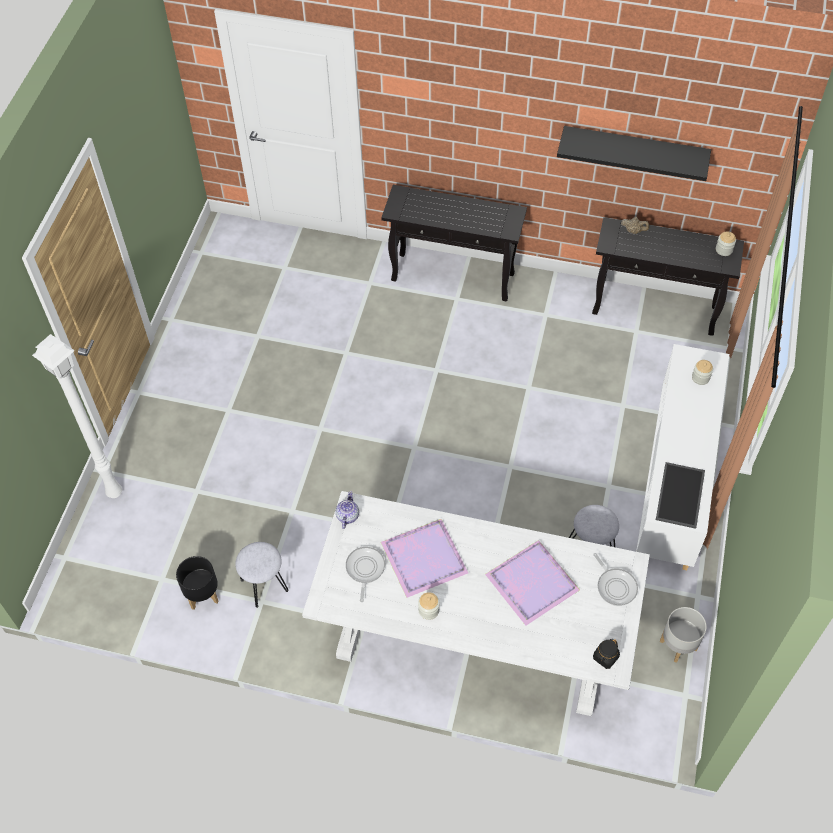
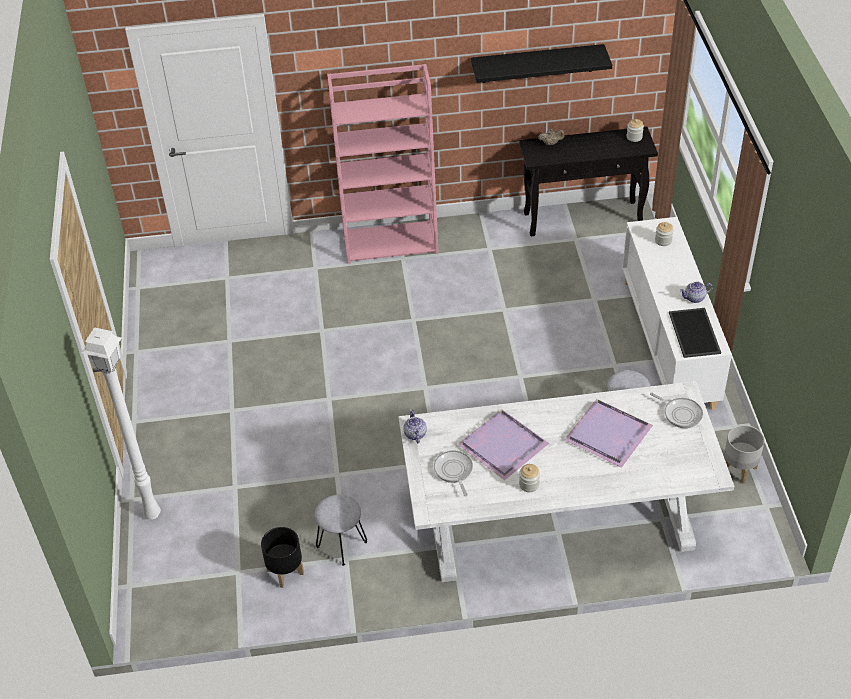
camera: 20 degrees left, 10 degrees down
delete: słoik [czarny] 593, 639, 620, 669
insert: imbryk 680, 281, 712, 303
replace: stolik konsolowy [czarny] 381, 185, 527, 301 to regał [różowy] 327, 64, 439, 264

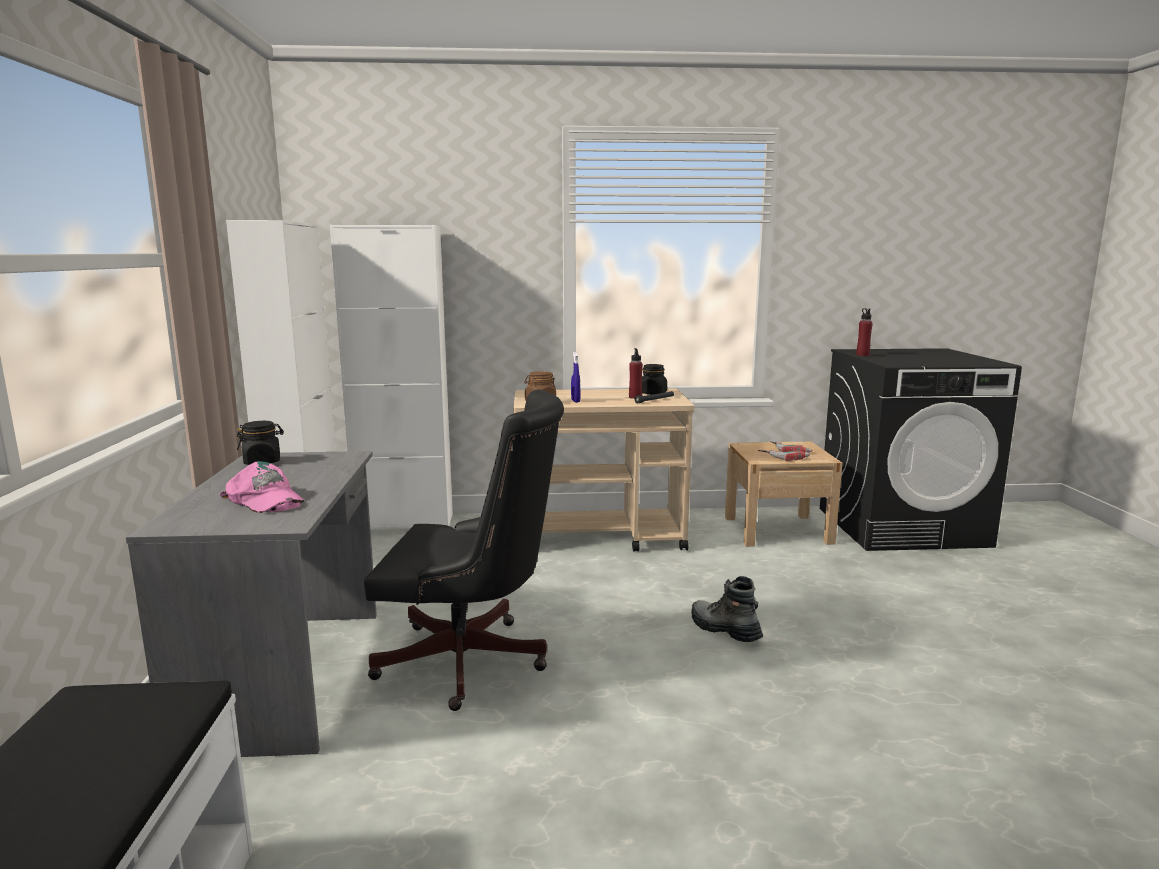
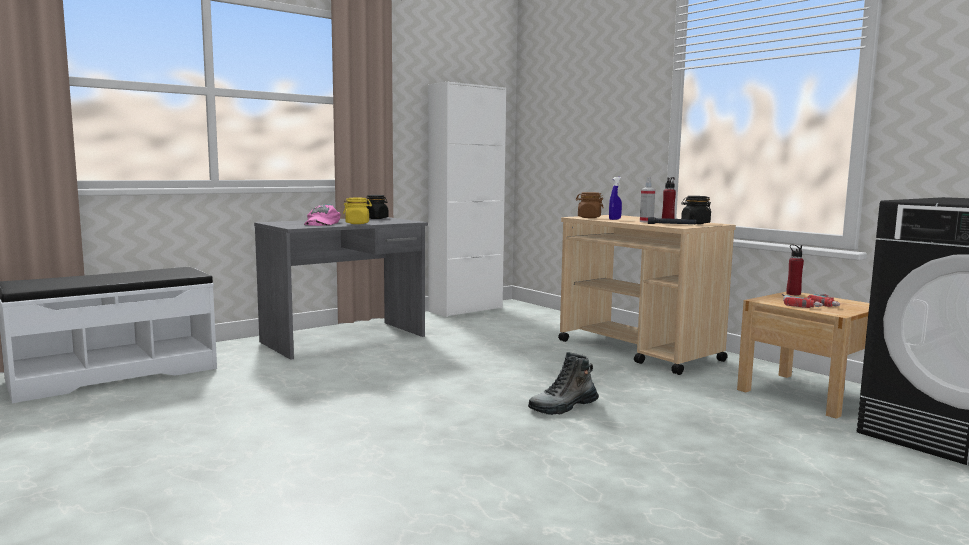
camera: 55 degrees right, 5 degrees down
delete: szafka [biały] 330, 225, 453, 529; krzesło biurowe [czarny] 364, 389, 564, 711
insert: słoik [żółty] 343, 198, 372, 224; spryskiwacz 640, 177, 655, 223
move: butelka [czerwony] 856, 308, 873, 356 to 786, 244, 804, 295
rotate: but z cholewką 691, 576, 763, 642 = 528, 352, 599, 415 135 degrees counterclockwise

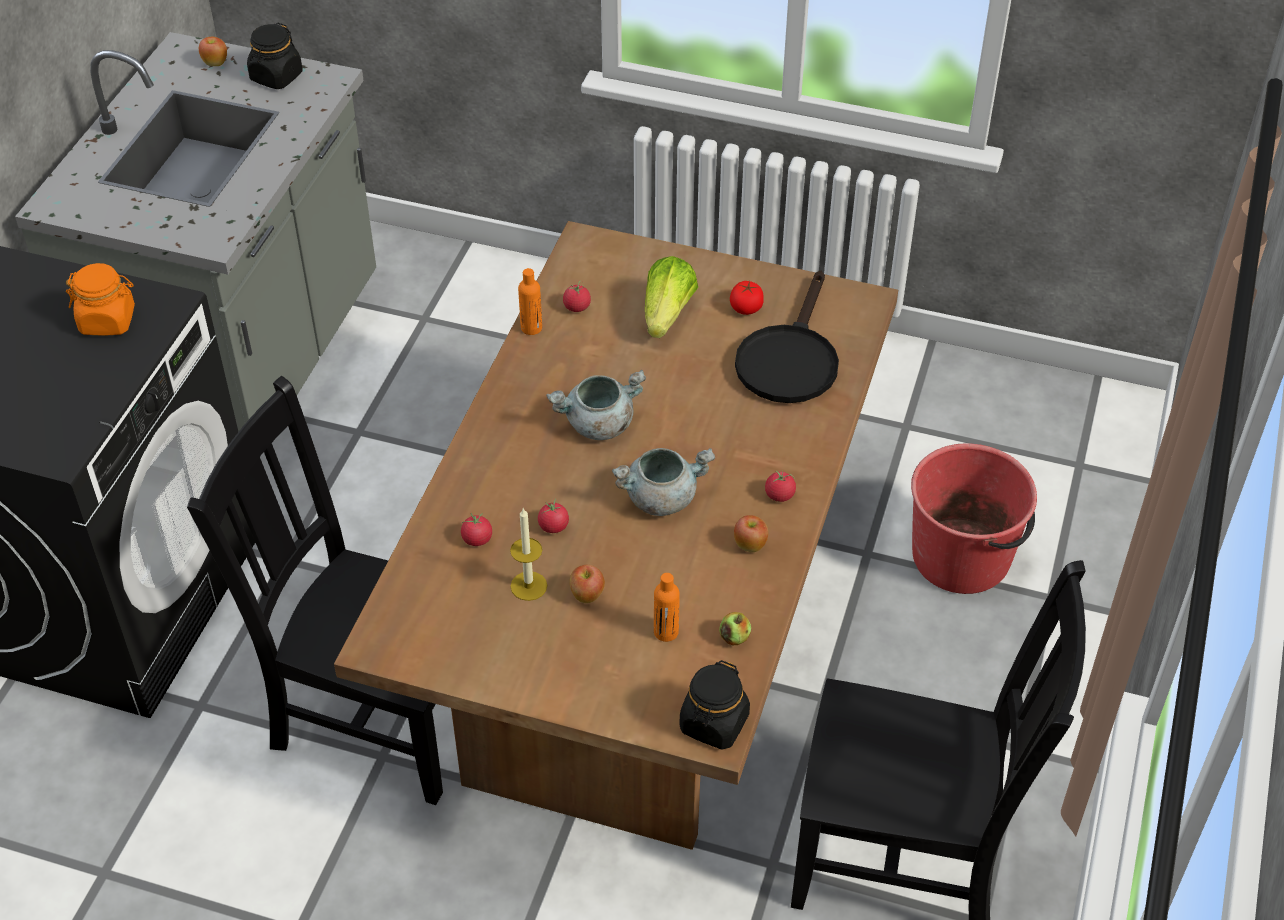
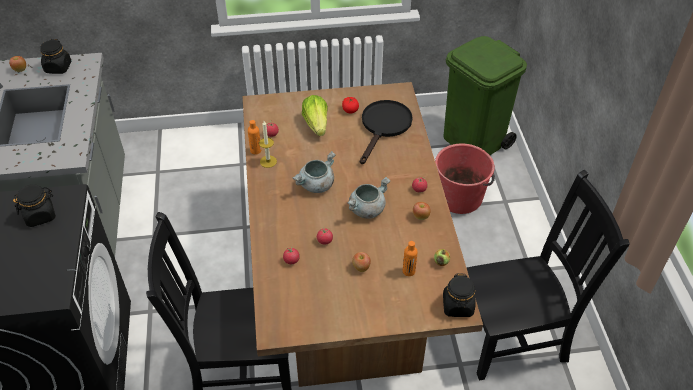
camera: 25 degrees left, 0 degrees up
insert: kosz na śmieci [zielony] 443, 36, 527, 155
move: świeca 510, 508, 547, 601 to 259, 121, 277, 168
recolor: słoik [pomarańczowy] 66, 263, 135, 336 to słoik [czarny] 13, 184, 56, 227
rotate: patelnia [czarny] 735, 271, 839, 403 = 360, 100, 413, 164 150 degrees counterclockwise

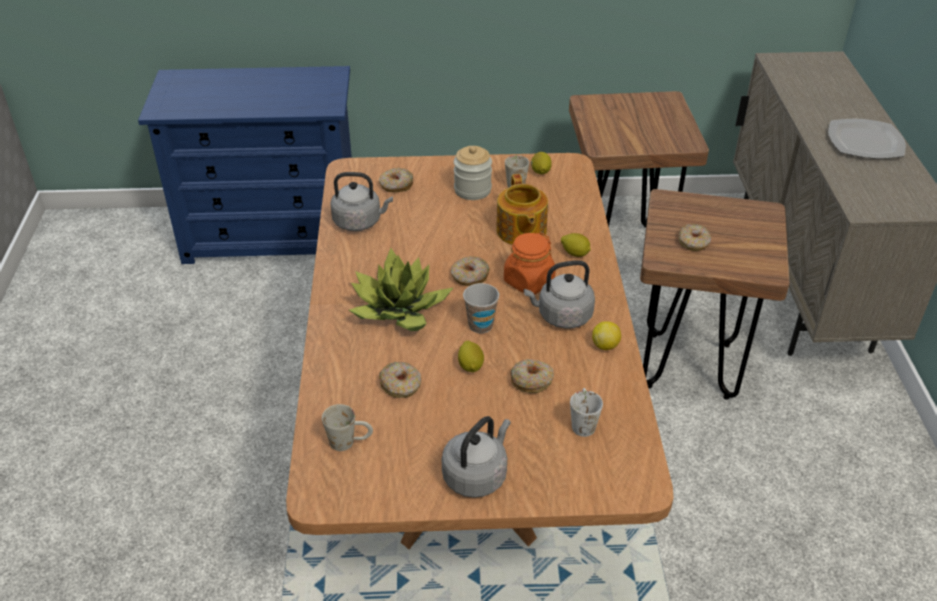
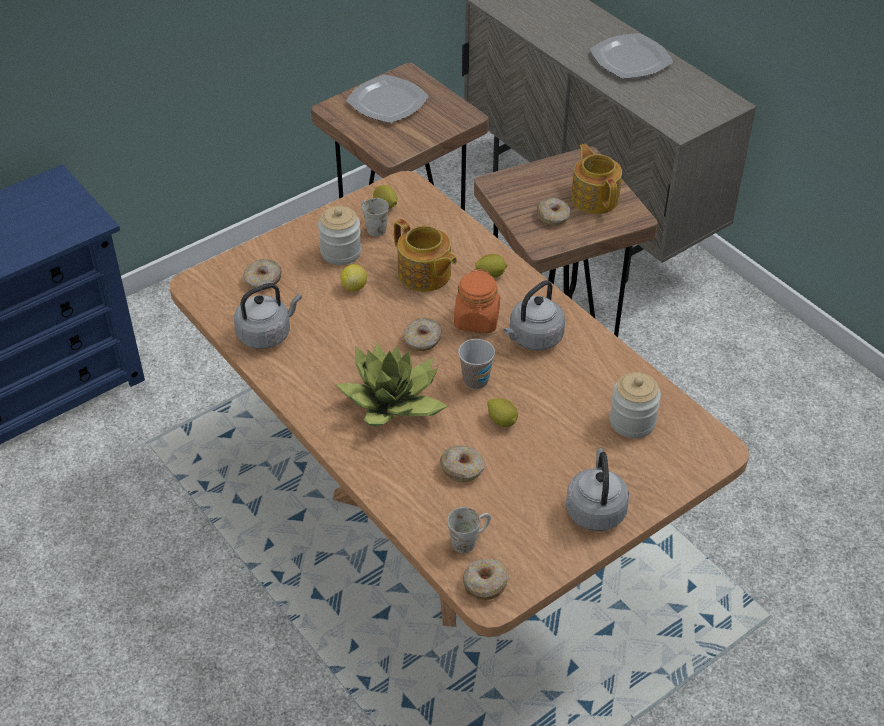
camera: 35 degrees left, 5 degrees up
insert: talerz 346, 75, 429, 123; imbryk 571, 144, 622, 214
move: cytryna 592, 321, 621, 350 to 340, 264, 367, 292; donut 510, 359, 554, 393 to 463, 559, 509, 600
replace: kubek [biały] 570, 388, 603, 437 to słoik 610, 372, 661, 438

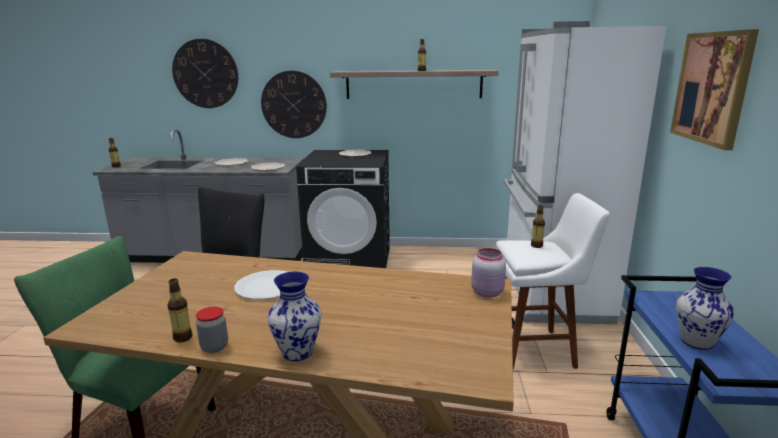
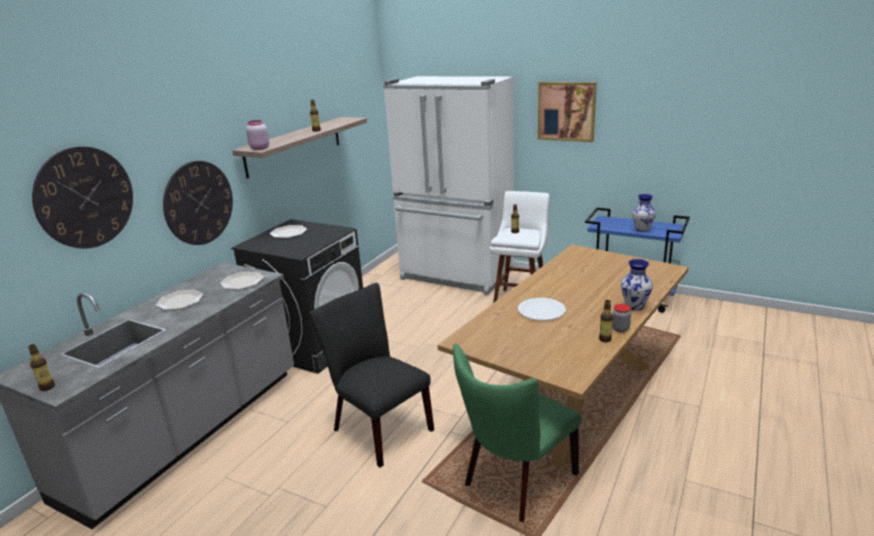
camera: 65 degrees left, 5 degrees up
move: słoik [różowy] 471, 248, 506, 298 to 246, 120, 269, 150

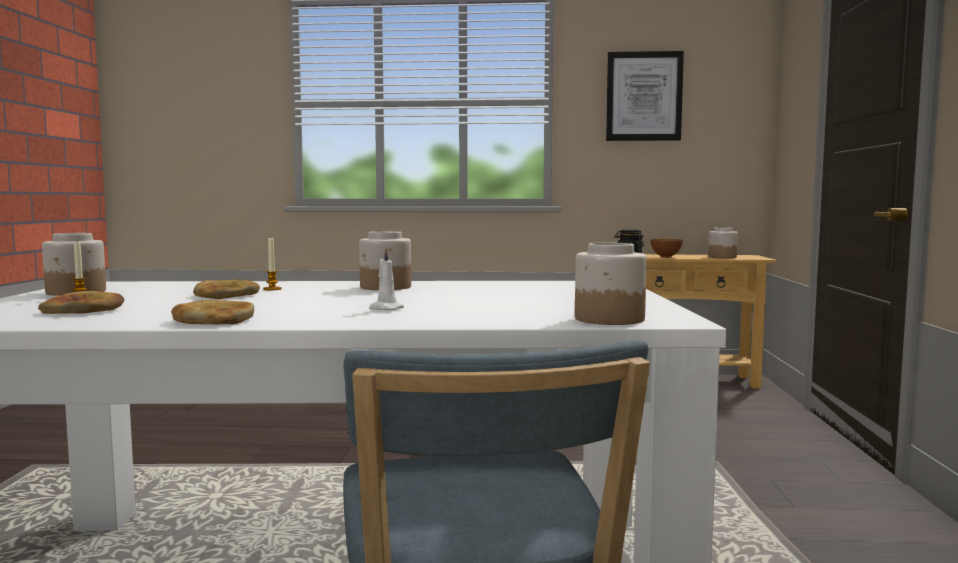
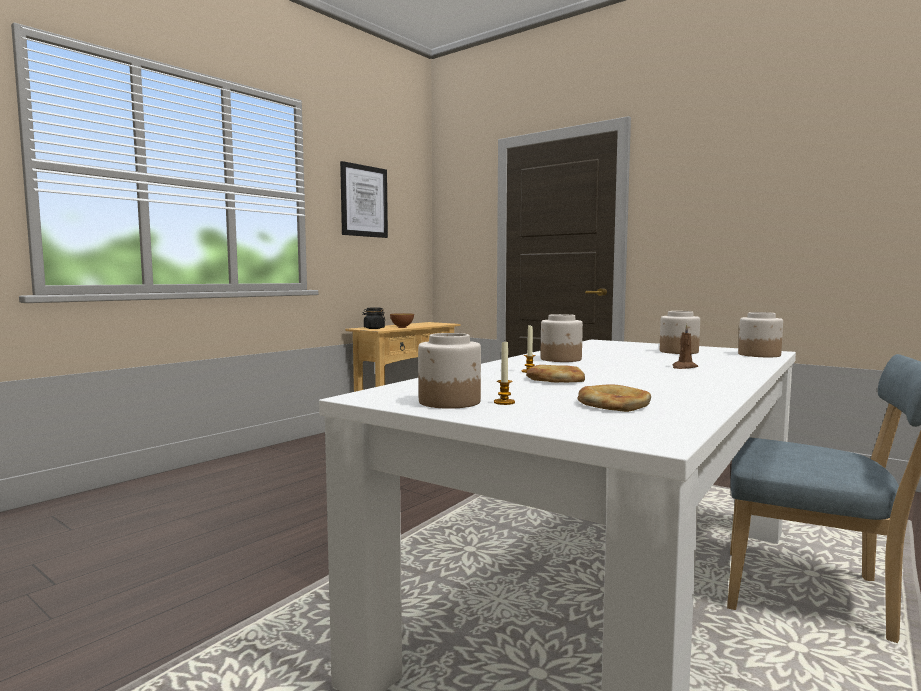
camera: 55 degrees left, 0 degrees up
delete: chleb 171, 300, 254, 324
move: słoik 708, 227, 738, 259 to 660, 311, 700, 354
recolor: świeca [biały] 369, 248, 404, 310 to świeca [brązowy] 673, 324, 698, 369

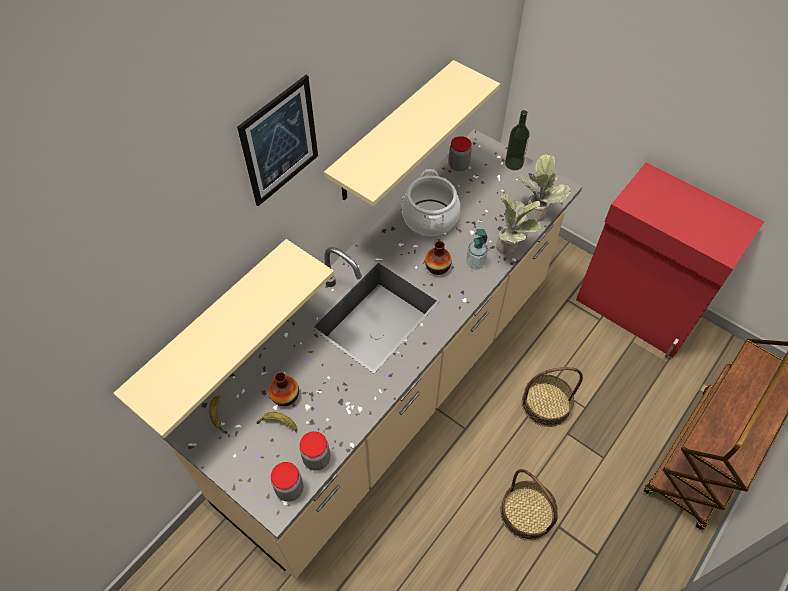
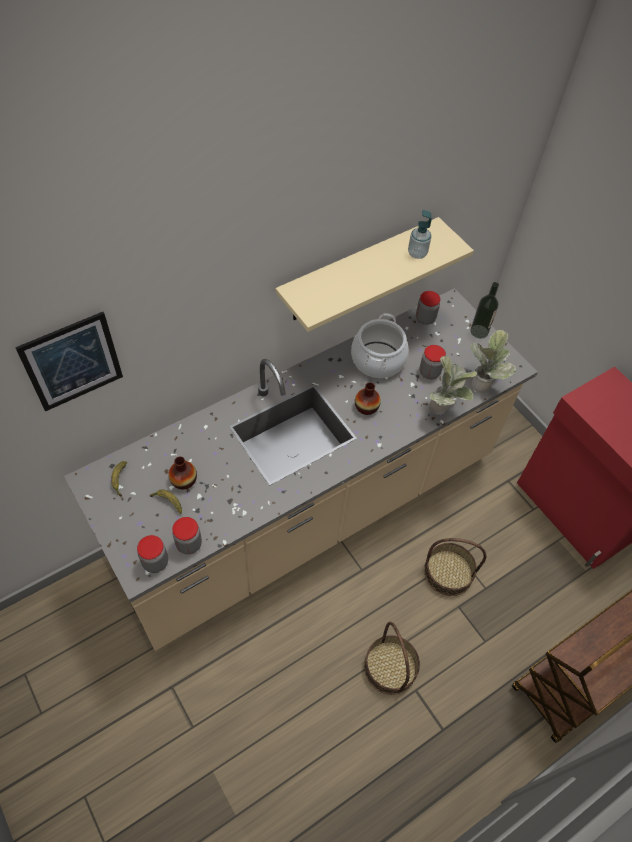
camera: 15 degrees right, 0 degrees up
delete: półka [beżowy] 113, 239, 334, 439
insert: słoik 420, 345, 446, 379
move: obraz 237, 75, 318, 206 to 15, 312, 123, 412; dozownik mydła 466, 229, 488, 269 to 408, 210, 432, 259

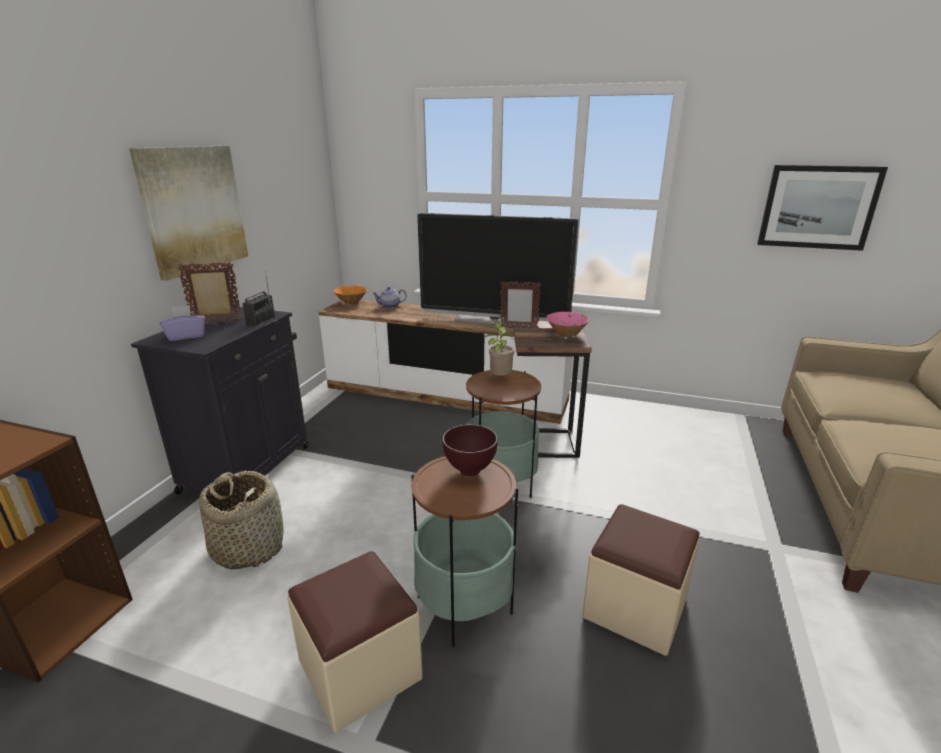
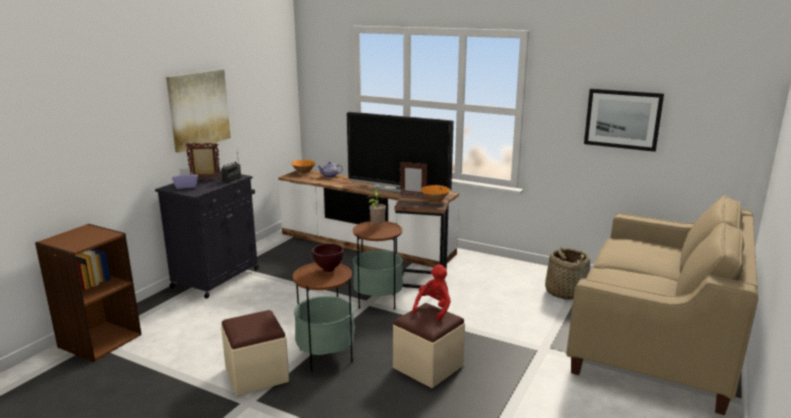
camera: 10 degrees right, 5 degrees down
insert: pluszak [czerwony] 412, 264, 451, 321
move: koszyk 199, 471, 284, 570 to 545, 247, 590, 300
recolor: miska [różowy] 546, 312, 590, 337 to miska [pomarańczowy] 421, 185, 450, 203

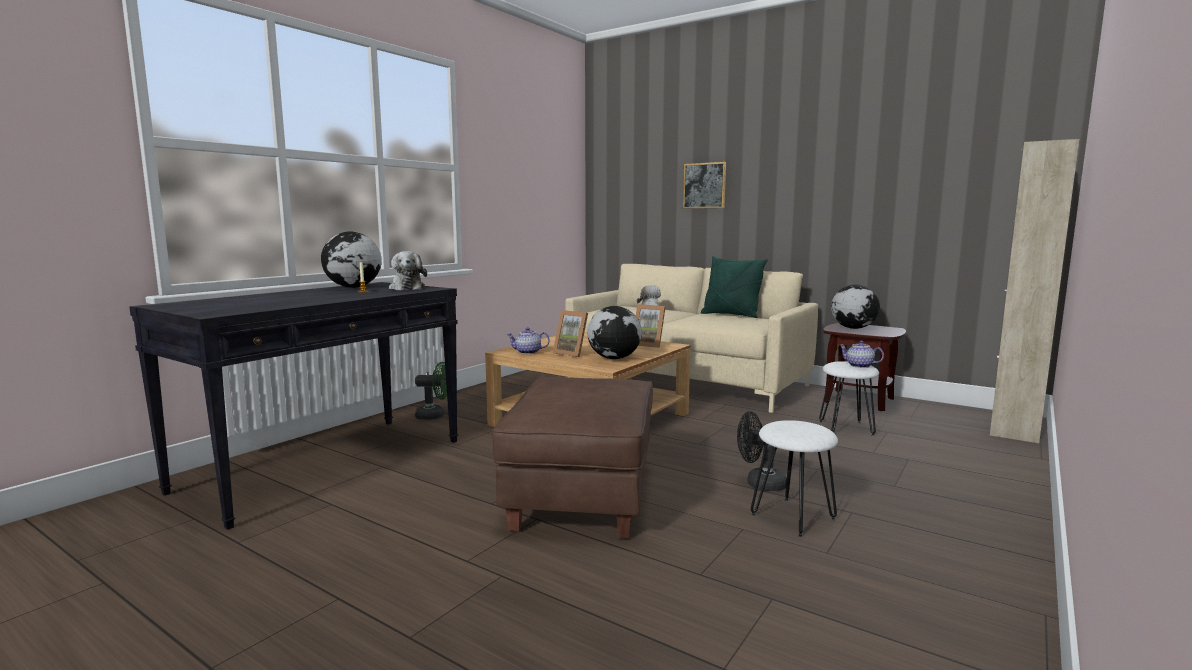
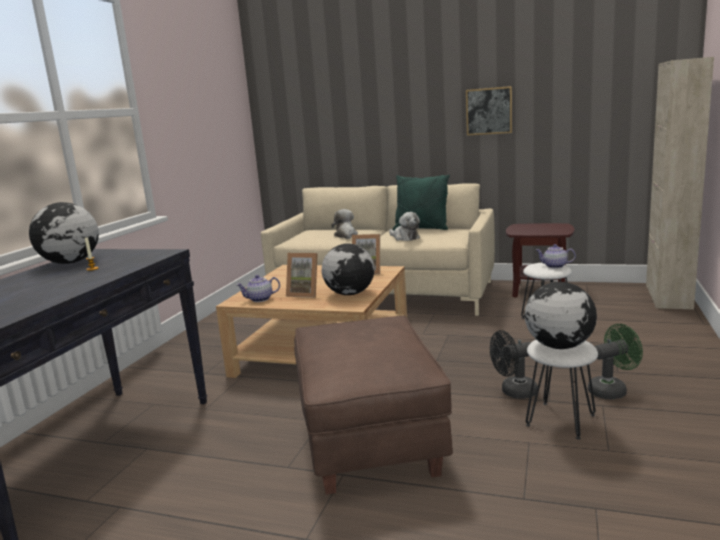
camera: 15 degrees left, 5 degrees up
move: pluszak 389, 251, 427, 290 to 389, 212, 420, 241; obraz 683, 162, 726, 209 to 466, 86, 512, 136; globus 831, 284, 880, 329 to 524, 282, 597, 349; wentylator [zielony] 415, 362, 447, 420 to 588, 324, 643, 399

